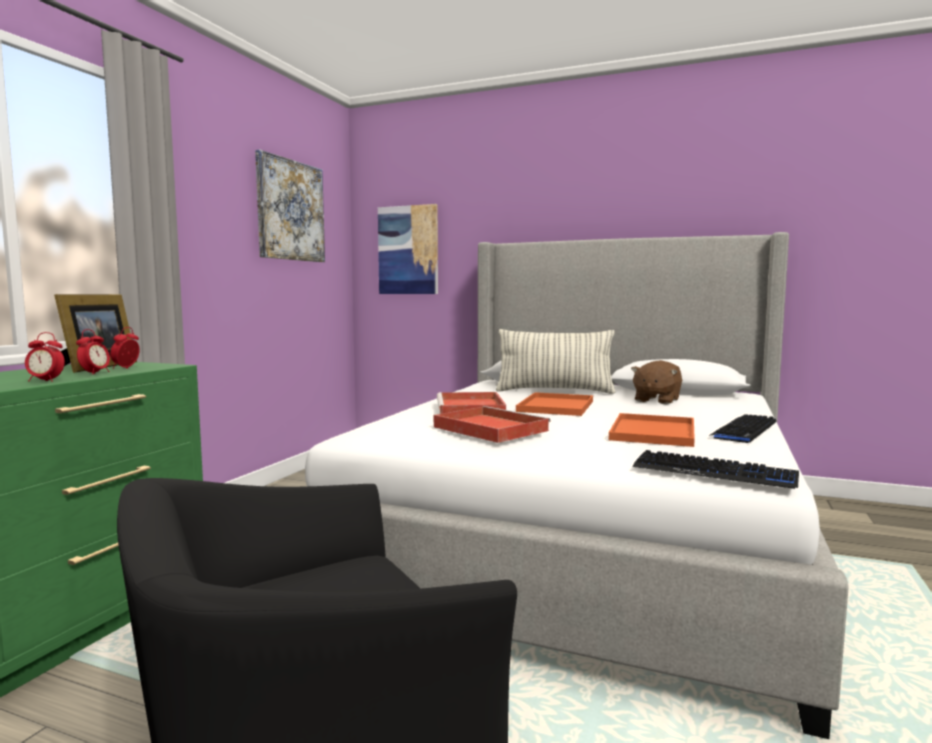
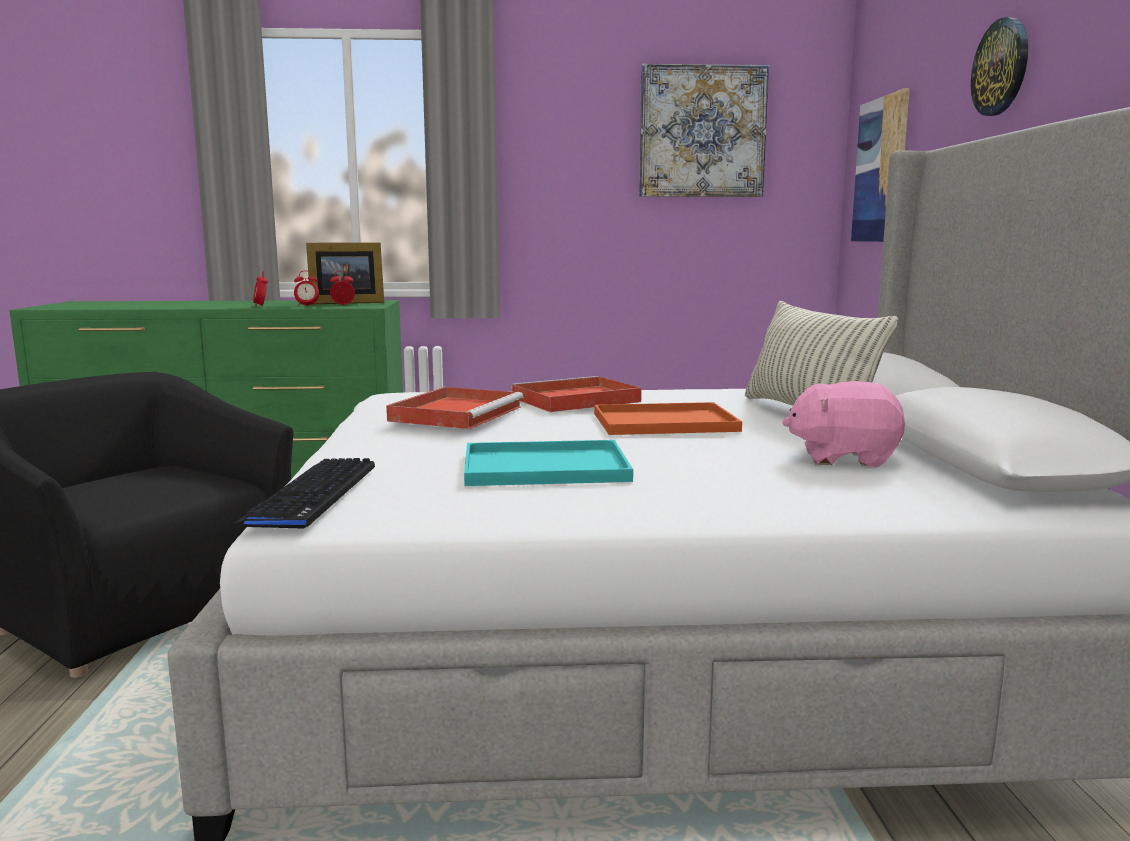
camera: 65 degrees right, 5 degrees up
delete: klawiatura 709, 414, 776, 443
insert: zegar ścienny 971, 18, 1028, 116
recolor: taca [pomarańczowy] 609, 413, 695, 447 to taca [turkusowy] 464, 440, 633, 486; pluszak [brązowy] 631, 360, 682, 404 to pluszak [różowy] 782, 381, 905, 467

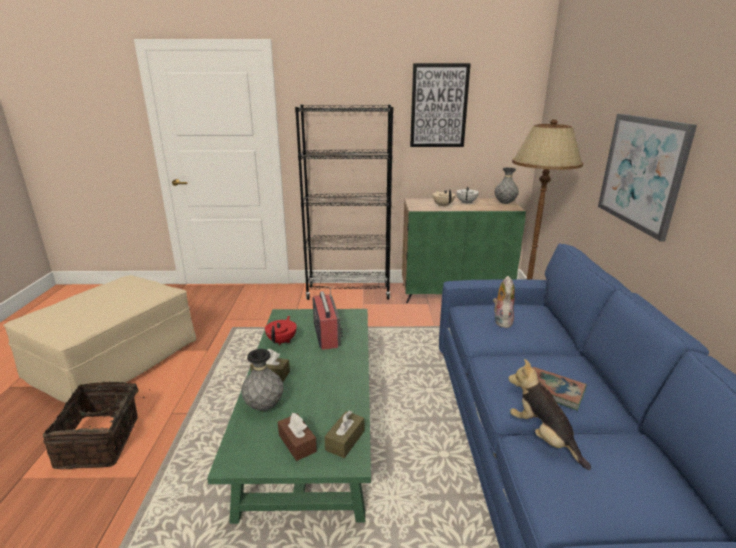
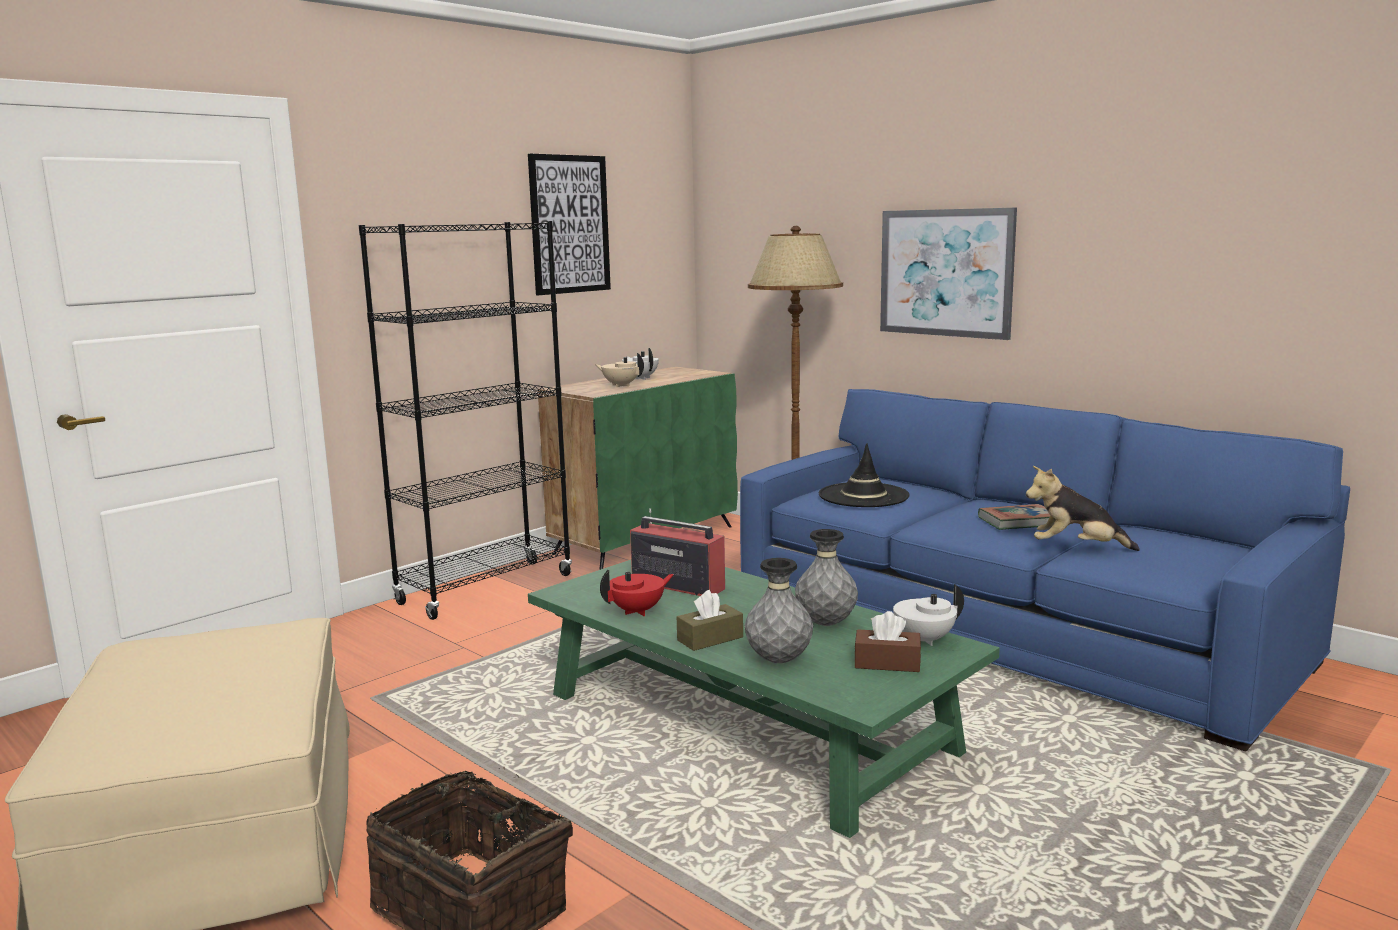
camera: 45 degrees left, 10 degrees down
move: wazon [szary] 495, 167, 519, 204 to 795, 529, 858, 626
replace: pluszak 493, 276, 515, 328 to kapelusz [czarny] 819, 443, 910, 507; pudełko chusteczek [brązowy] 325, 410, 364, 458 to imbryk [biały] 893, 584, 964, 646
rotate: imbryk [czerwony] 265, 316, 297, 346 = 600, 570, 674, 616 90 degrees clockwise

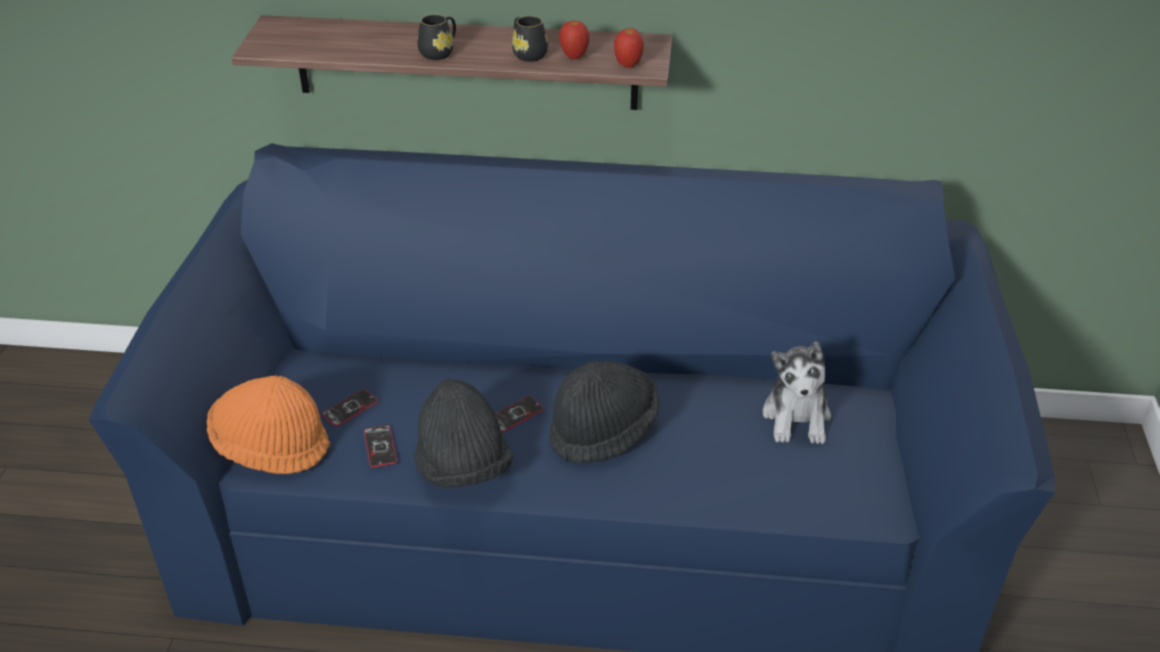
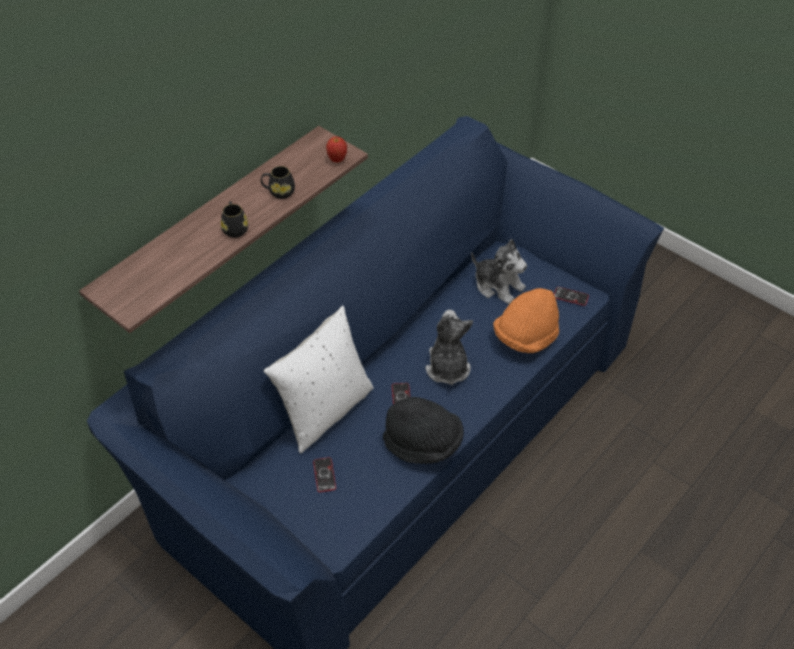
camera: 55 degrees left, 10 degrees up
delete: jabłko 559, 21, 590, 60
insert: poduszka [biały] 264, 306, 374, 454
move: kapelusz [pomarańczowy] 207, 375, 330, 474 to 493, 288, 559, 353; telefon 364, 425, 397, 468 to 554, 287, 589, 306
replace: kapelusz [czarny] 549, 361, 659, 463 to pluszak 426, 310, 473, 385

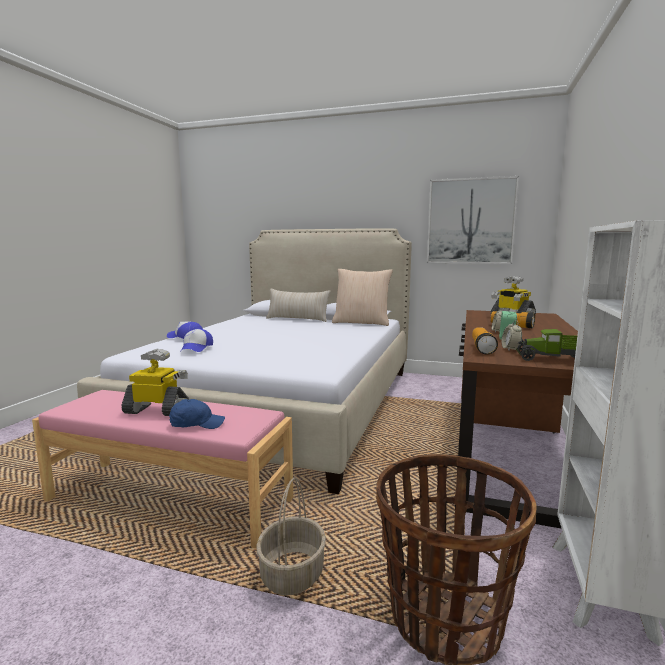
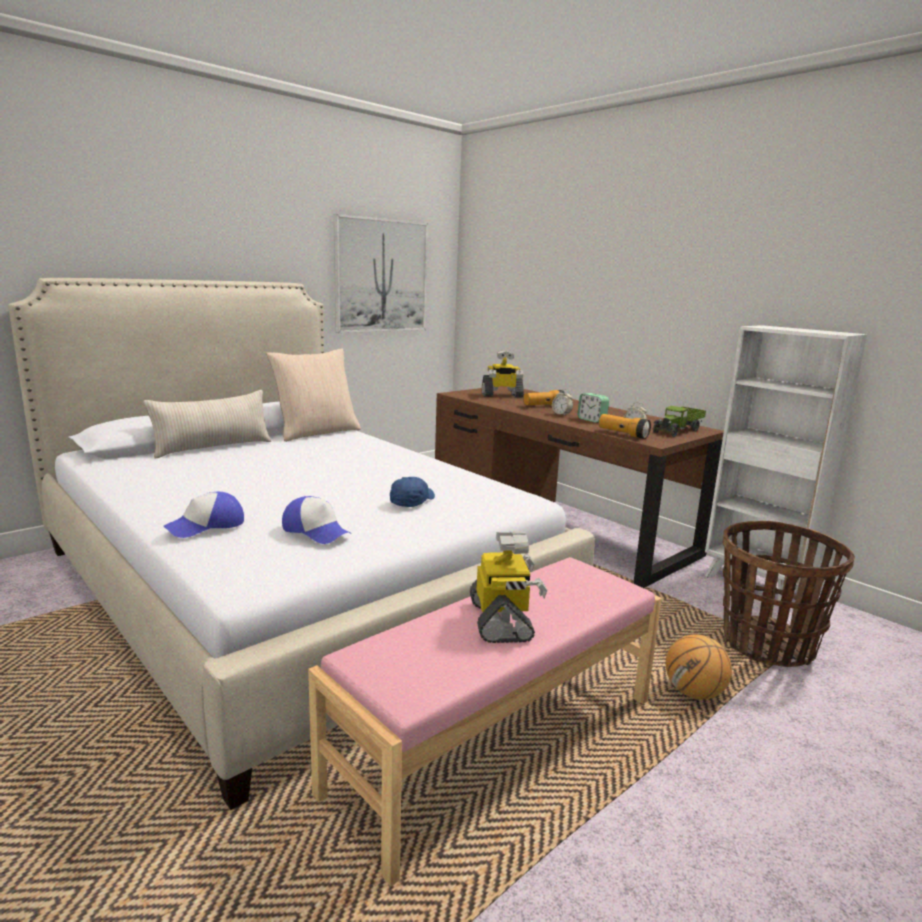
camera: 60 degrees left, 5 degrees up
move: czapka z daszkiem [niebieski] 169, 399, 225, 429 to 390, 477, 435, 507
replace: koszyk 256, 478, 326, 595 to piłka do koszykówki 666, 635, 732, 699
rotate: robot zabawkowy 121, 348, 189, 416 = 470, 532, 547, 643 135 degrees clockwise

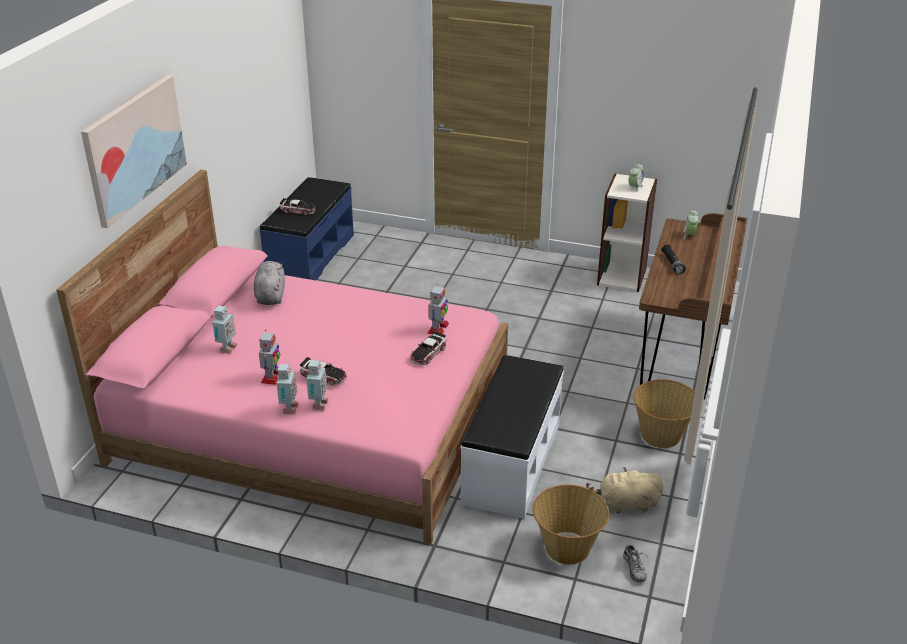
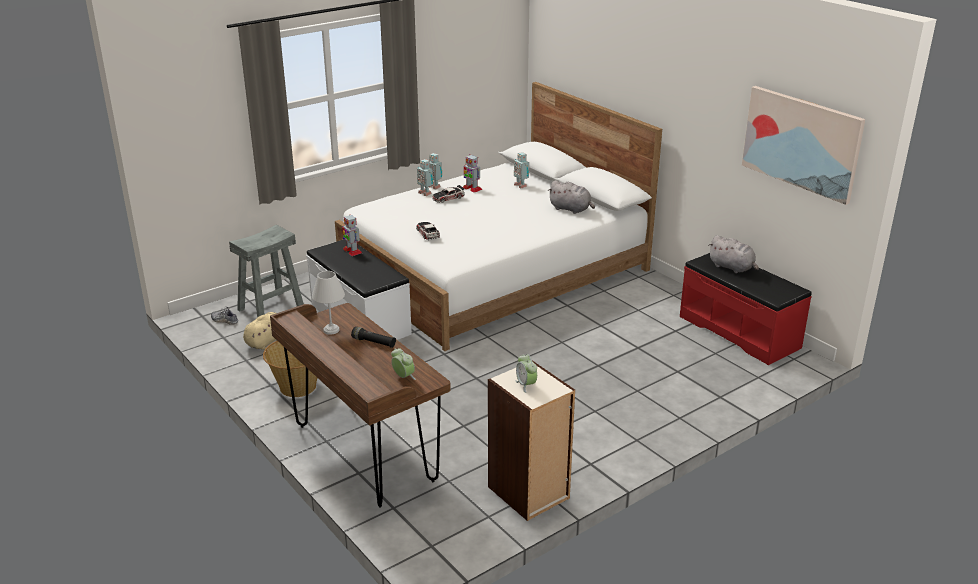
camera: 125 degrees right, 5 degrees down
insert: lampa stołowa [biały] 312, 271, 345, 334
move: robot zabawkowy 428, 284, 449, 334 to 342, 214, 362, 256; obraz 81, 75, 187, 228 to 742, 86, 865, 205
replace: koszyk 533, 485, 609, 565 to stołek [szary] 229, 225, 304, 318; samochodzik 280, 198, 316, 215 to pluszak [szary] 708, 235, 759, 273
recolor: łóżko [różowy] 56, 170, 508, 544 to łóżko [biały] 335, 82, 662, 351; ławka [niebieski] 260, 177, 354, 280 to ławka [czerwony] 680, 253, 812, 365

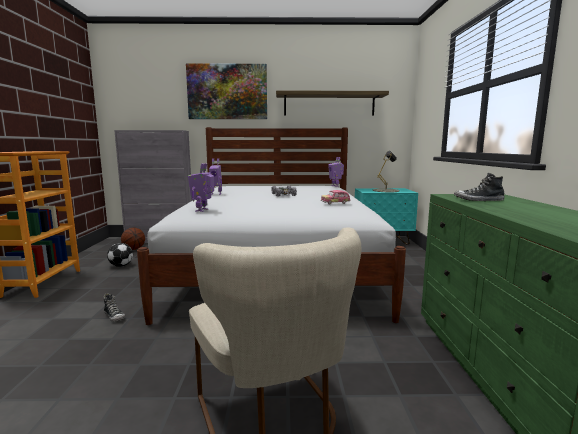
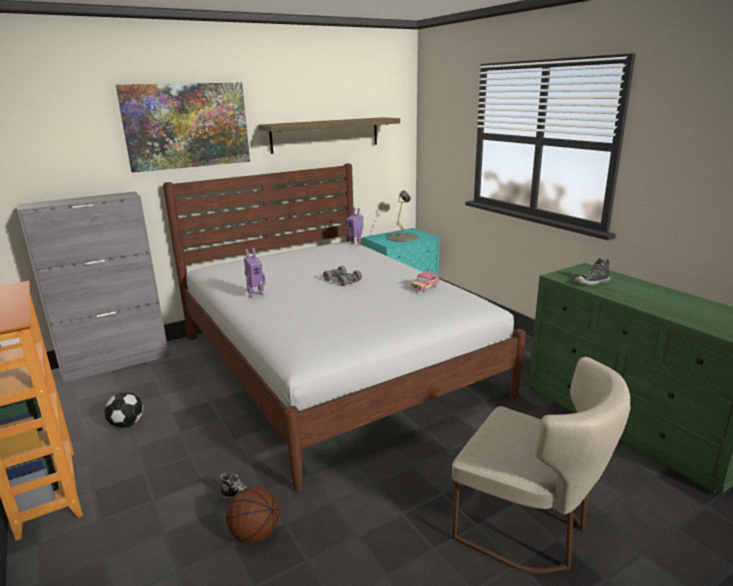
camera: 30 degrees left, 10 degrees up
delete: robot zabawkowy 188, 163, 214, 212
move: piłka do koszykówki 121, 228, 145, 250 to 226, 487, 279, 543

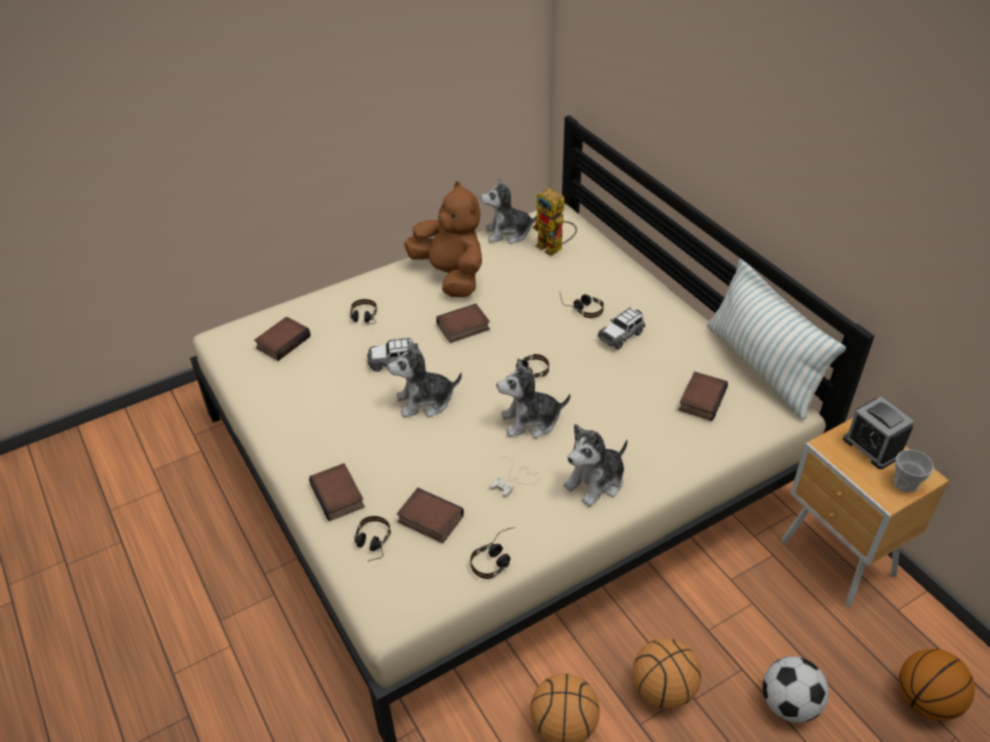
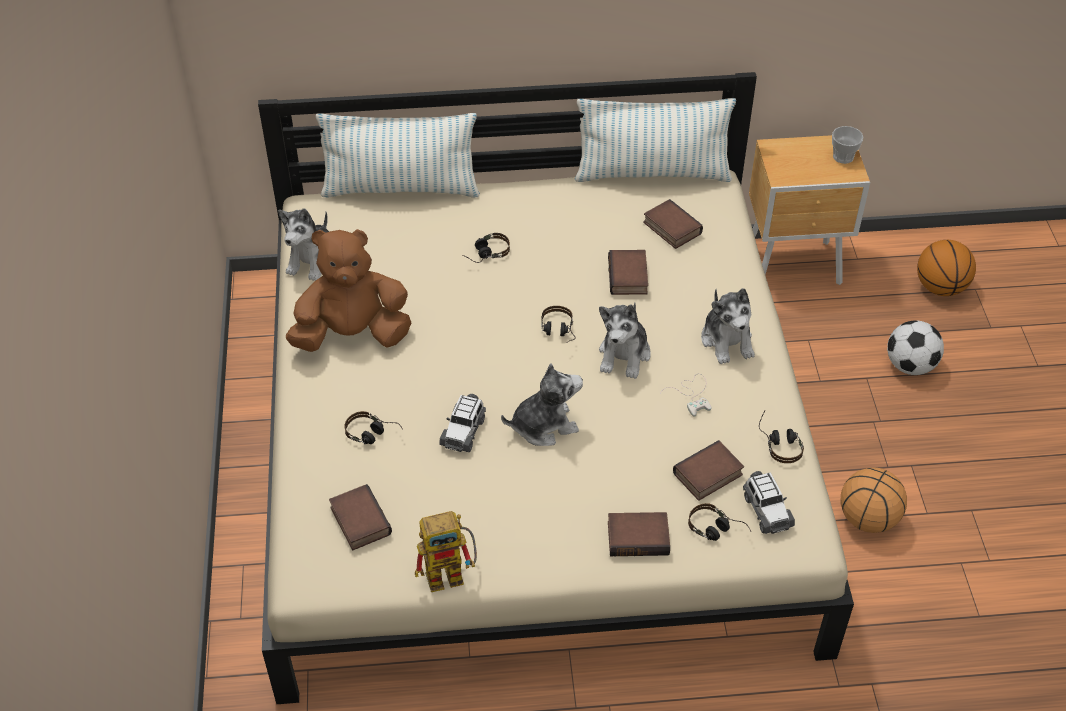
camera: 65 degrees left, 5 degrees up
delete: piłka do koszykówki 633, 638, 701, 709; budzik 843, 397, 914, 469
insert: poduszka 316, 113, 480, 197
move: robot zabawkowy 533, 188, 577, 256 to 415, 511, 477, 592; książka 436, 304, 490, 343 to 608, 250, 648, 295; samochodzik 598, 307, 645, 350 to 743, 471, 795, 534
rotate: pluszak 387, 340, 462, 418 = 501, 363, 583, 446 120 degrees counterclockwise

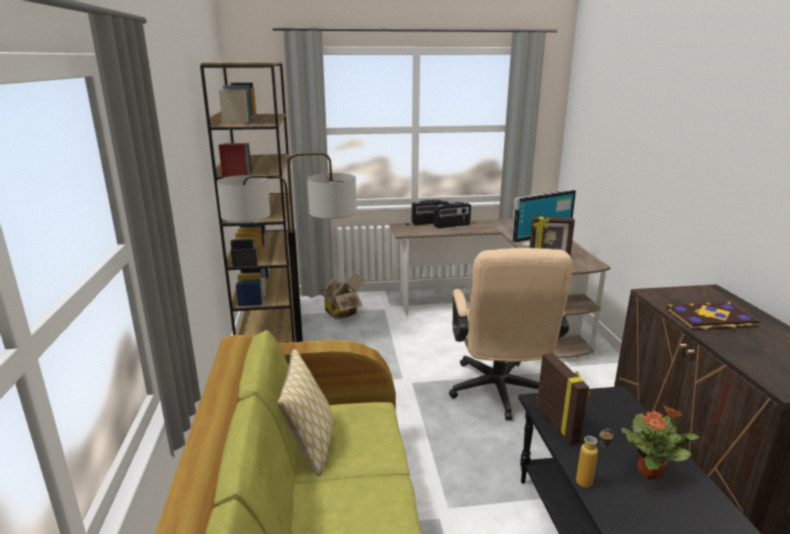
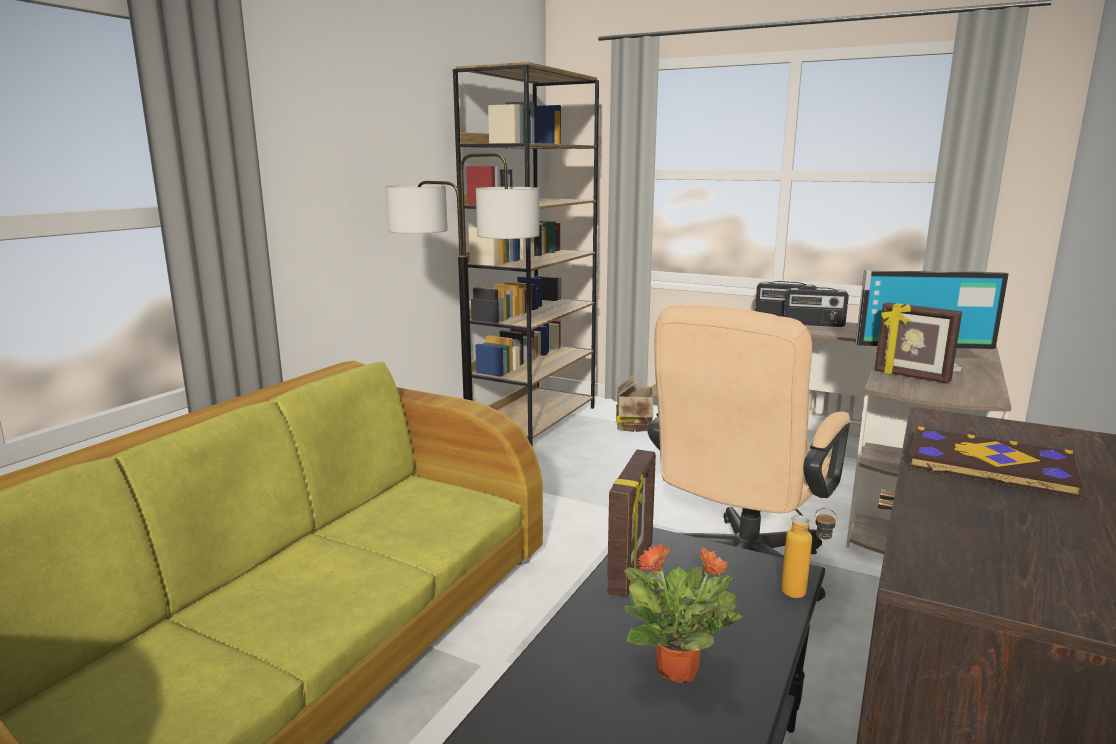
camera: 35 degrees right, 5 degrees down
delete: poduszka 278, 349, 333, 476
move: butelka 576, 429, 613, 488 to 781, 508, 838, 598

